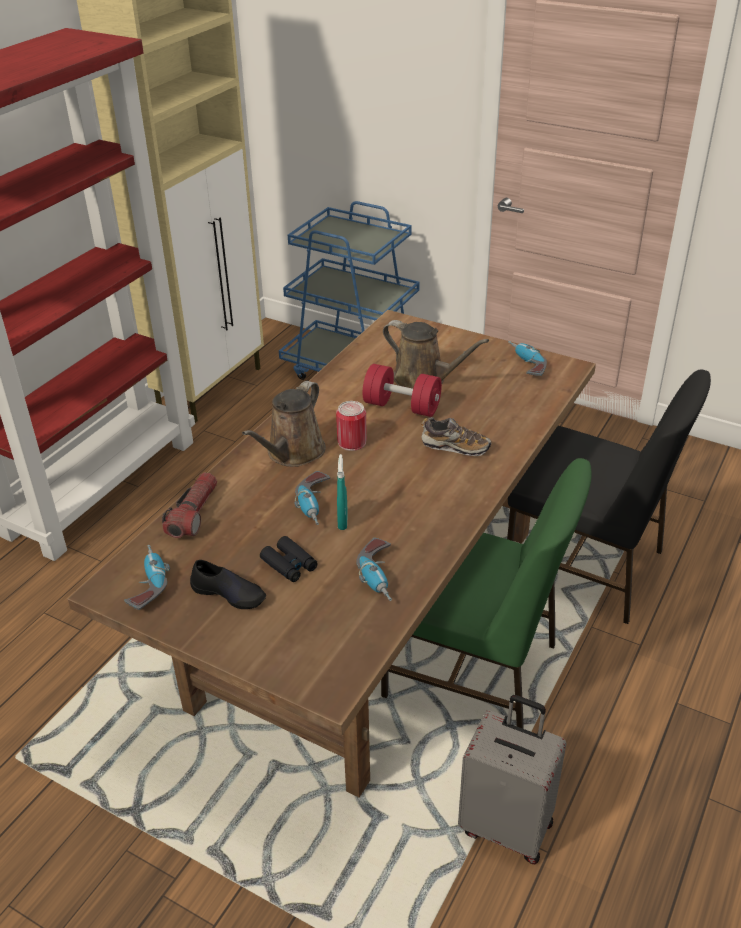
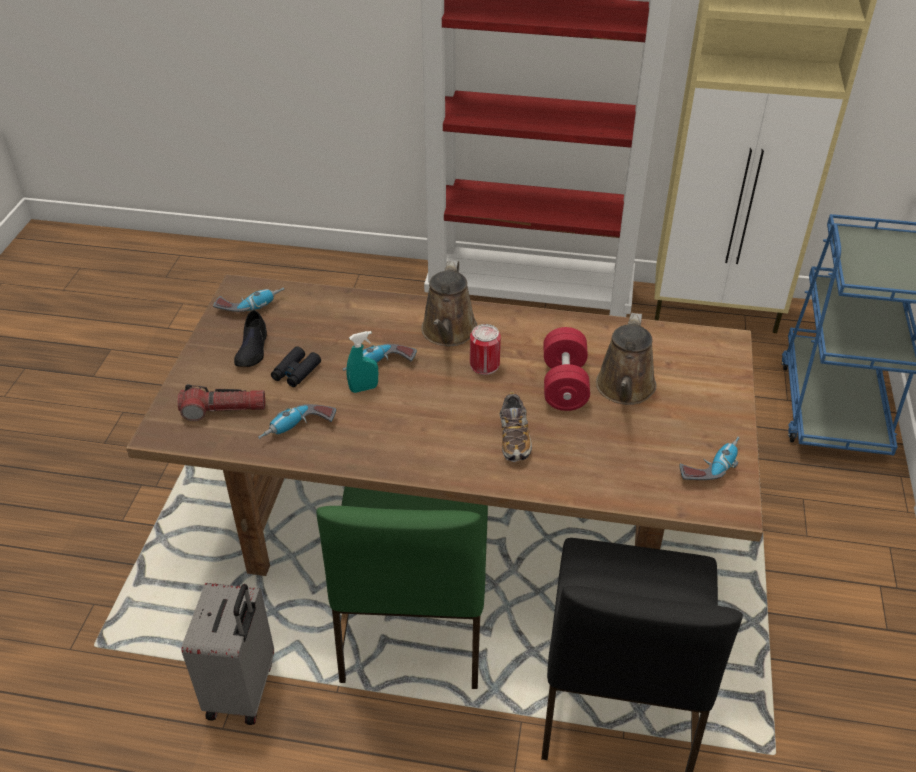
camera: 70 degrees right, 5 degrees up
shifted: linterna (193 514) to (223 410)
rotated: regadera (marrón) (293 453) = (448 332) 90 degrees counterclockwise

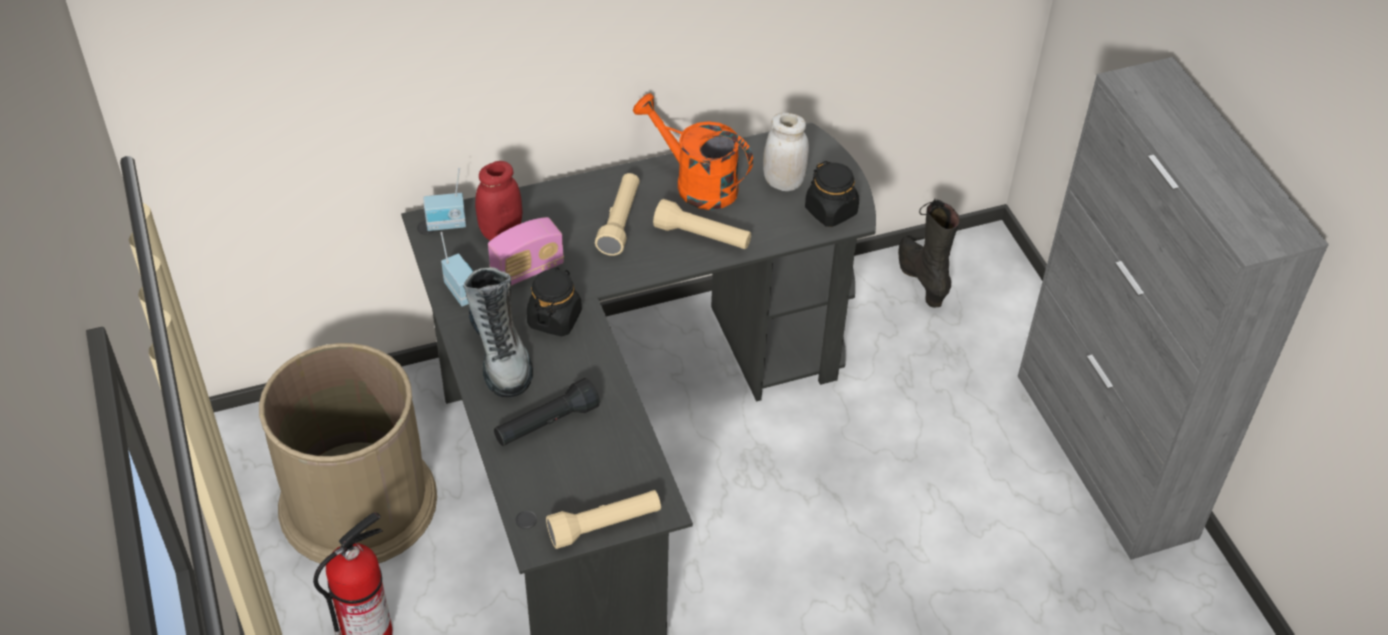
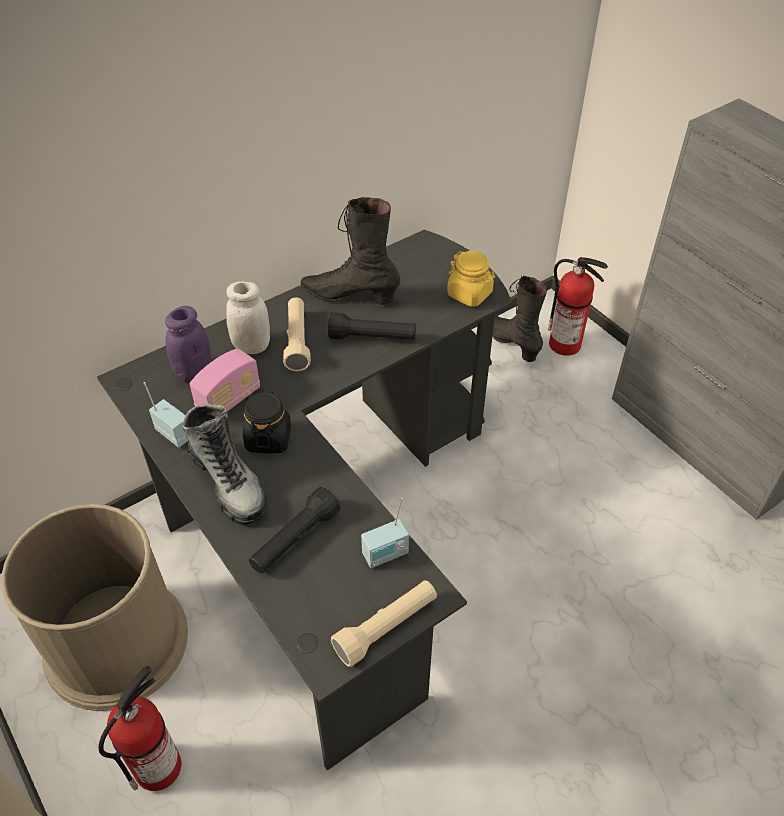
camera: 15 degrees left, 0 degrees up
new: extintor (566 344)
shifted: tarro (blanco) (783 182) to (252 346); radio (446 225) to (386 555)
swapped: regadera (naranja) (696 183) to bota (negro) (350 296)
repainted: tarro (rojo) (500 232) to tarro (morado) (194 372); tarro (negro) (831 211) to tarro (amarillo) (470 294); linterna (beis) (702 237) to linterna (negro) (372 338)

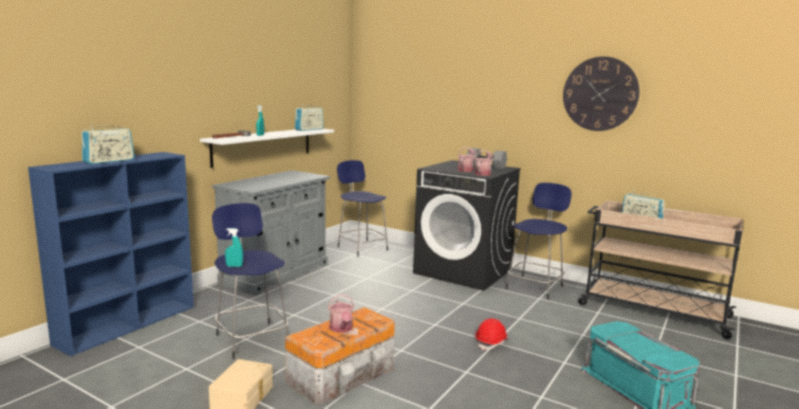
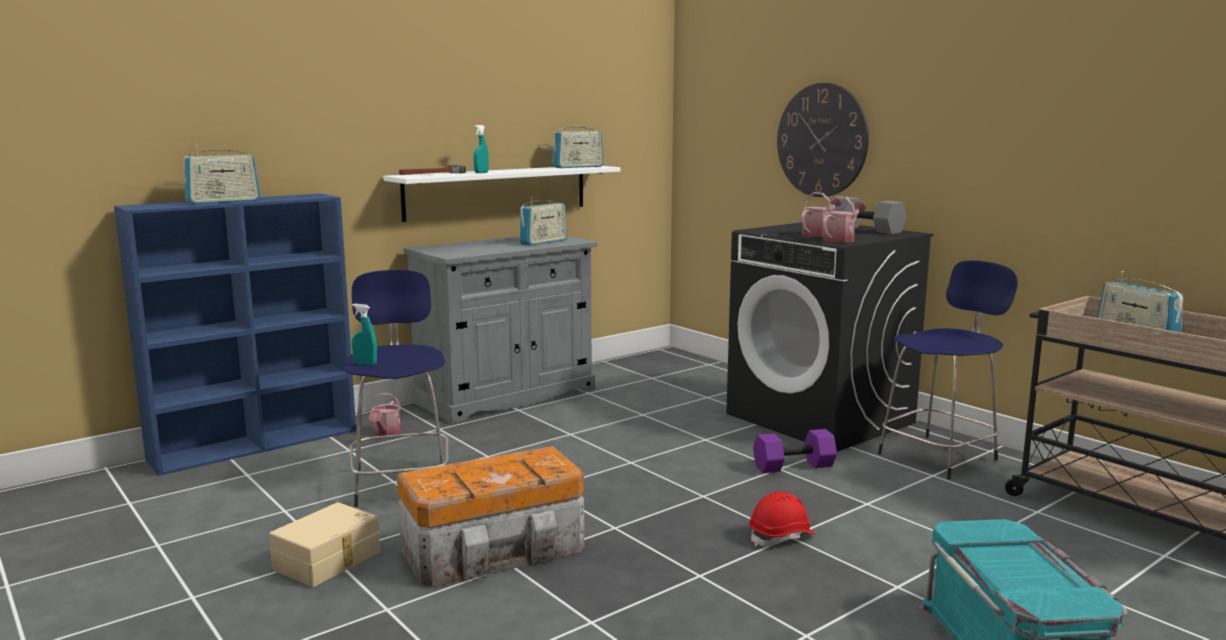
camera: 20 degrees right, 0 degrees up
gone: taburete (azul) (361 248)
new: radio (543 242); mancuerna (morado) (793 467)
shifted: reloj de pared (600 94) to (822 140); regadera (341 329) to (385 434)

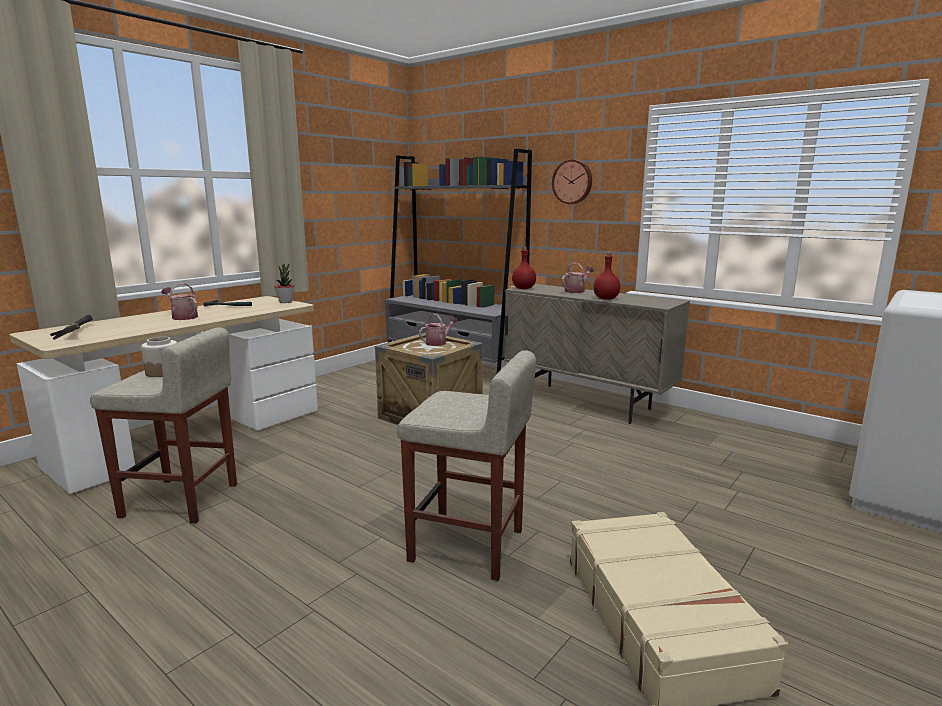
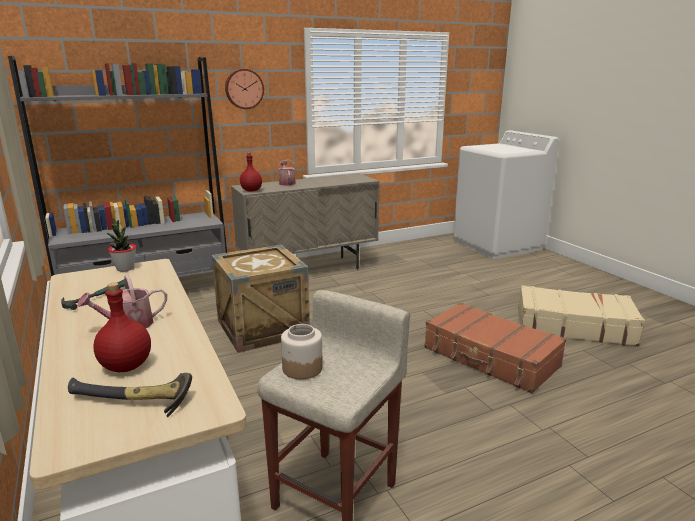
camera: 65 degrees left, 5 degrees up
gone: regadera (438 342)
shifted: botella (rojo) (606 299) to (126 366)
swapped: taburete (beis) (468 546) to maleta (marrón) (490 358)

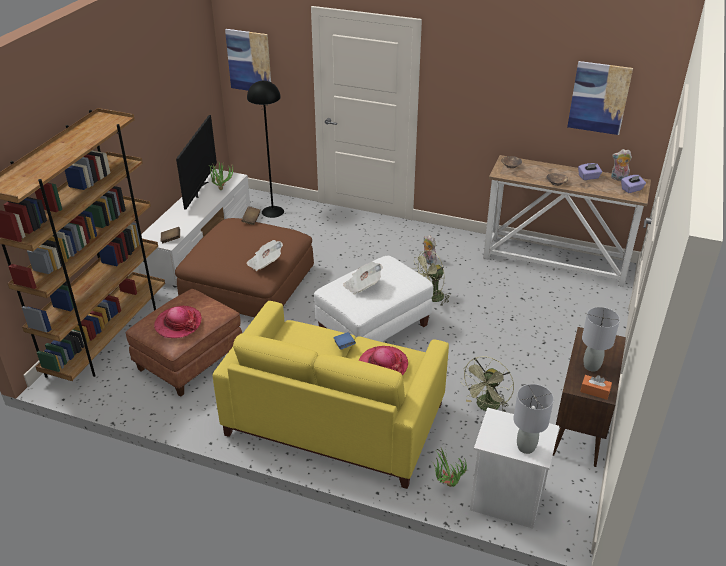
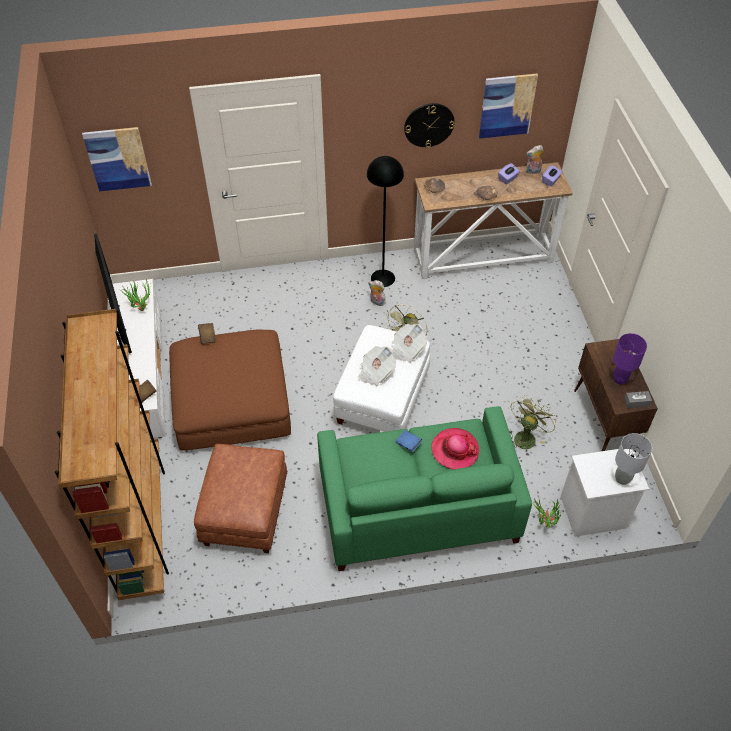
camera: 30 degrees left, 15 degrees up
gone: sombrero (178 324)
new: reloj de pared (429 125)
shifted: lámpara de pie (negro) (272 211) to (382 278); periódico (265 263) to (407 349)
repainted: sofá (amarillo) (335 418) to sofá (verde) (417 507); lámpara de mesa (gris) (591 366) to lámpara de mesa (morado) (619 379); caja de pañuelos (naranja) (595 391) to caja de pañuelos (gris) (636 402)
rotated: ventilador (verde) (486 407) = (526 436) 150 degrees counterclockwise

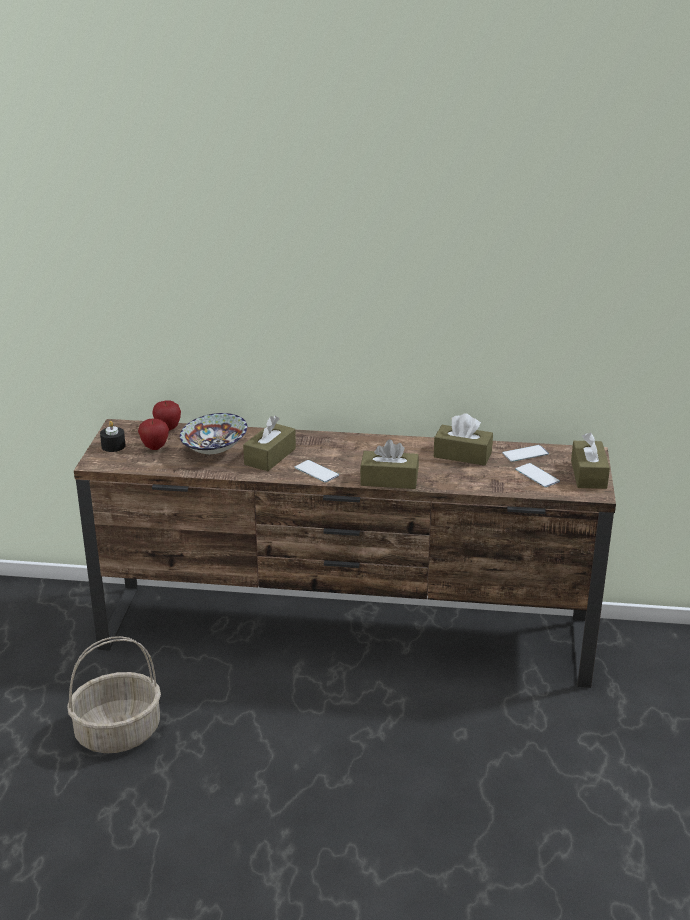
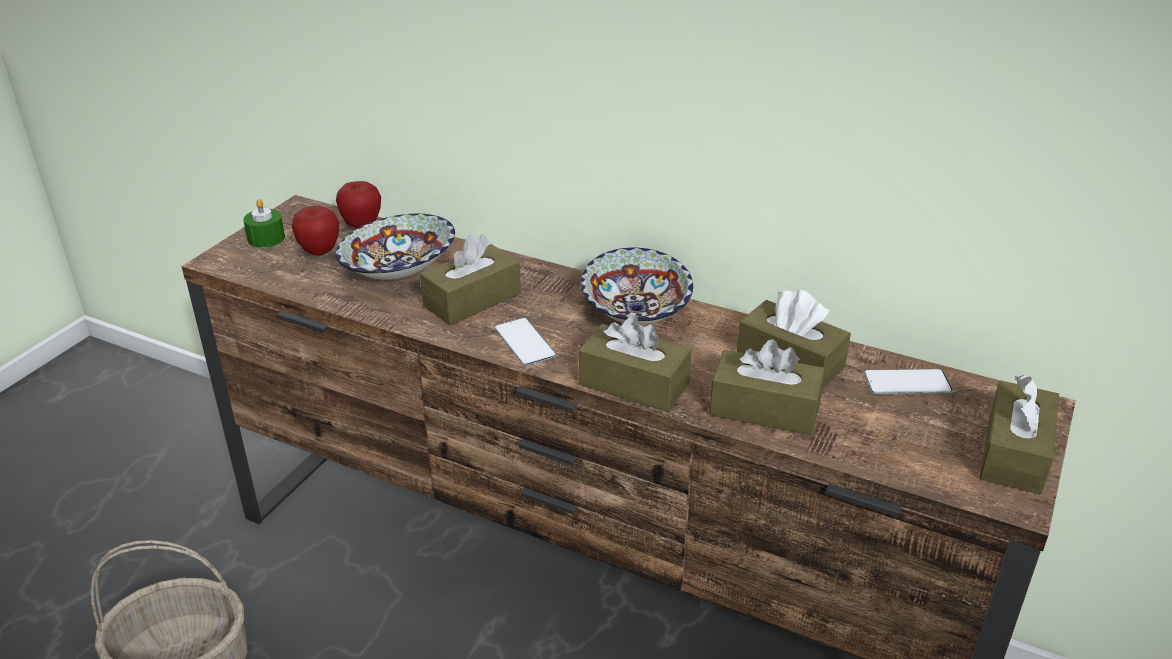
camera: 20 degrees right, 5 degrees up
gone: móvil (537 475)
new: cuenco (637 313); caja de pañuelos (marrón) (764 409)
repainted: vela (negro) (113 446) to vela (verde) (266 238)

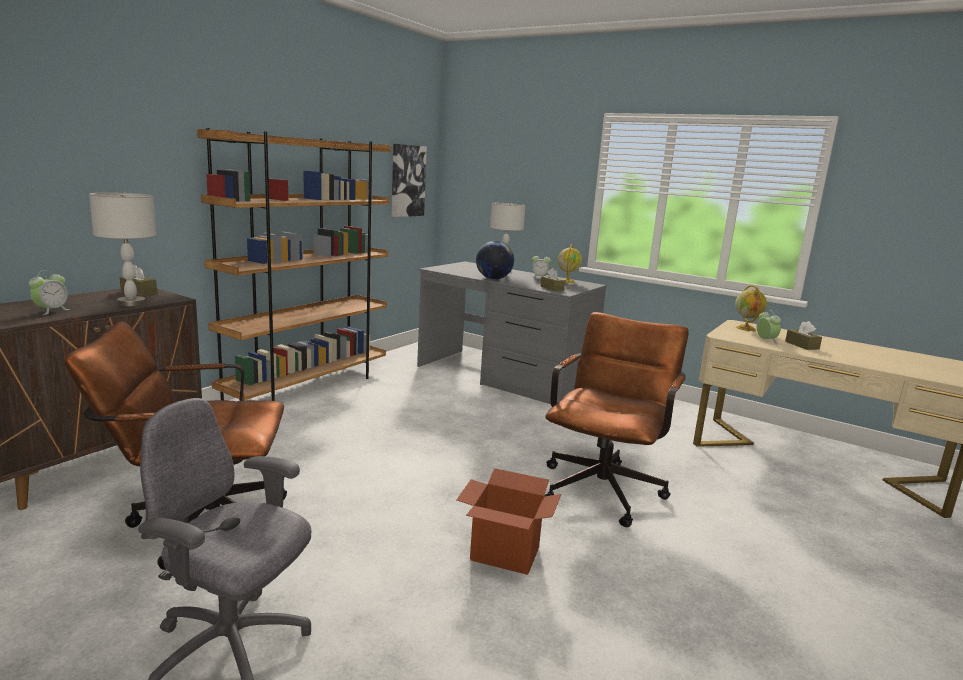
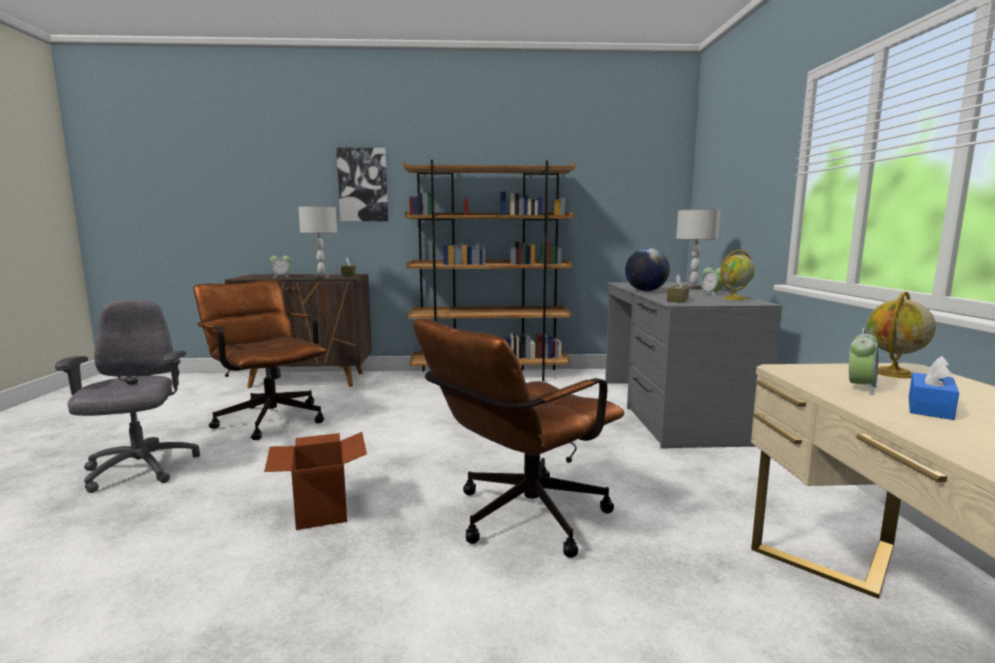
camera: 55 degrees right, 5 degrees down
shifted: cuadro (407 181) to (363 185)
repainted: caja de pañuelos (marrón) (802 345) to caja de pañuelos (azul) (930 408)
rotated: silla de oficina (marrón) (604 486) = (519 519) 150 degrees clockwise

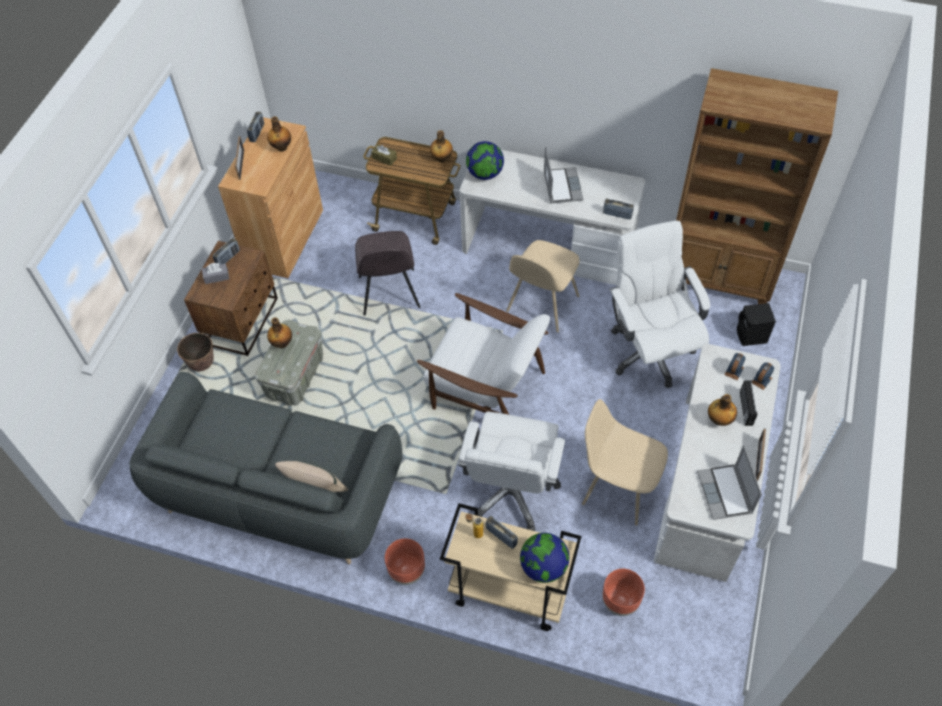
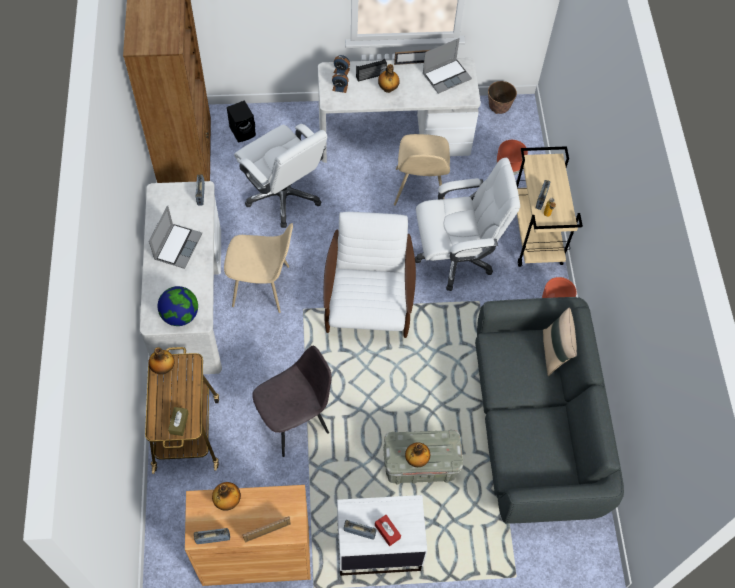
camera: 115 degrees left, 5 degrees up
gone: globo terráqueo (543 566)
shifted: maceta (202 364) to (498 109)
repainted: mesita de noche (marrón) (242 321) to mesita de noche (blanco) (378 547); caja de pañuelos (gris) (216 277) to caja de pañuelos (rojo) (387 532)
rotated: portátil (561 186) = (177 246) 135 degrees clockwise; silla de oficina (blanco) (649 351) = (284 196) 90 degrees counterclockwise

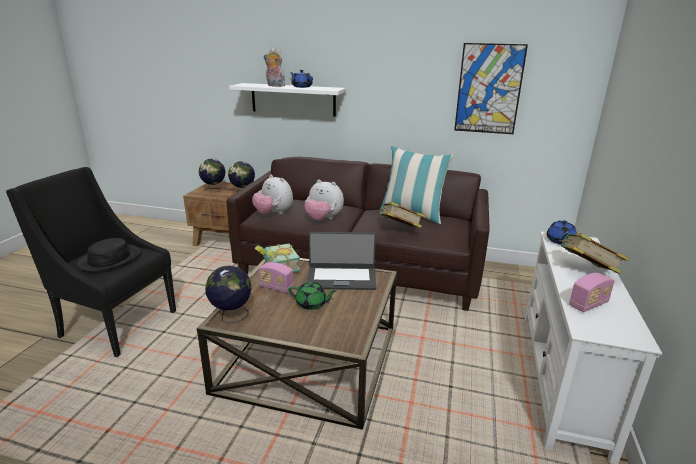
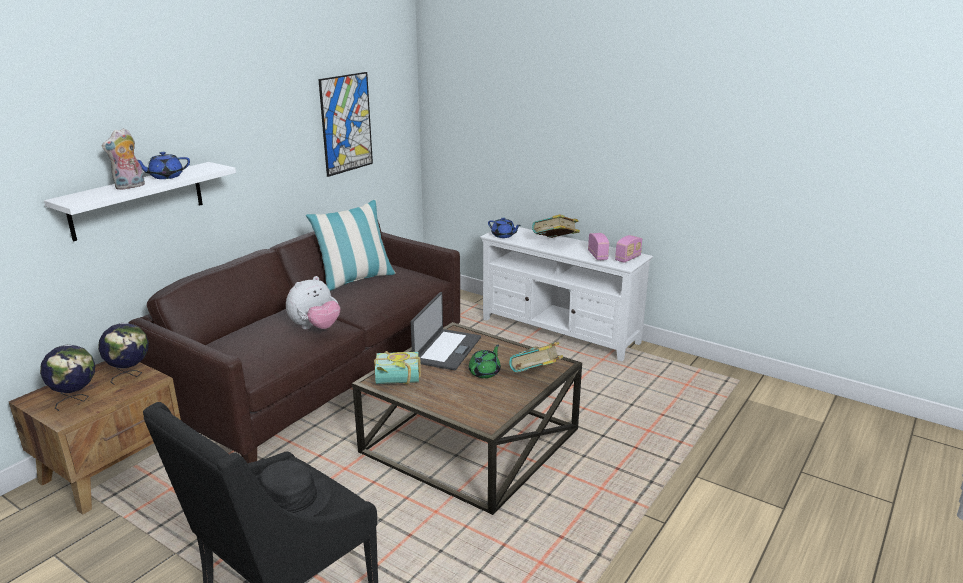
camera: 70 degrees left, 0 degrees up
gone: peluche (273 213); globo terráqueo (231 317)
shifted: libro (399 230) to (535 377); radio (276 287) to (628 258)

